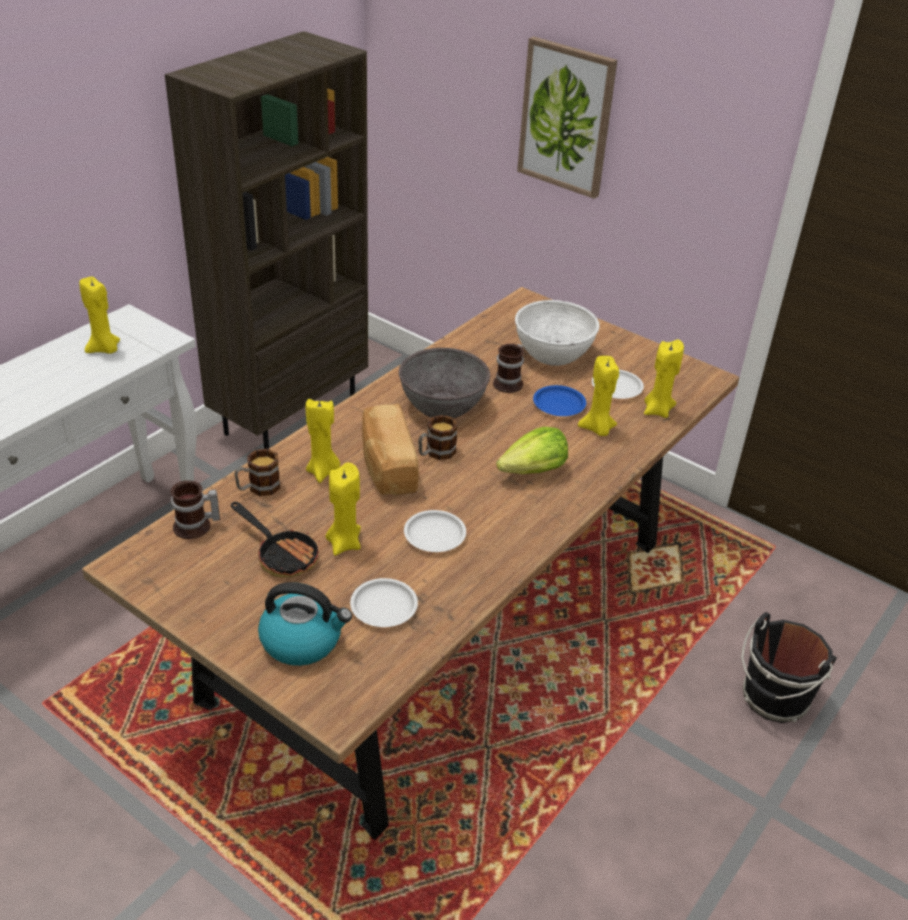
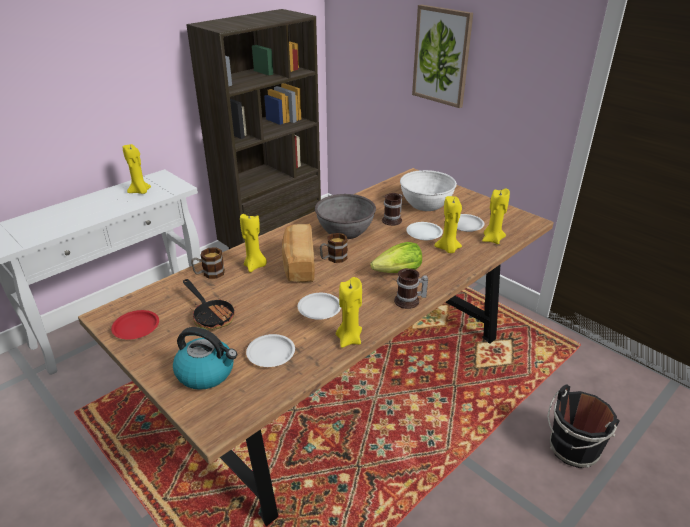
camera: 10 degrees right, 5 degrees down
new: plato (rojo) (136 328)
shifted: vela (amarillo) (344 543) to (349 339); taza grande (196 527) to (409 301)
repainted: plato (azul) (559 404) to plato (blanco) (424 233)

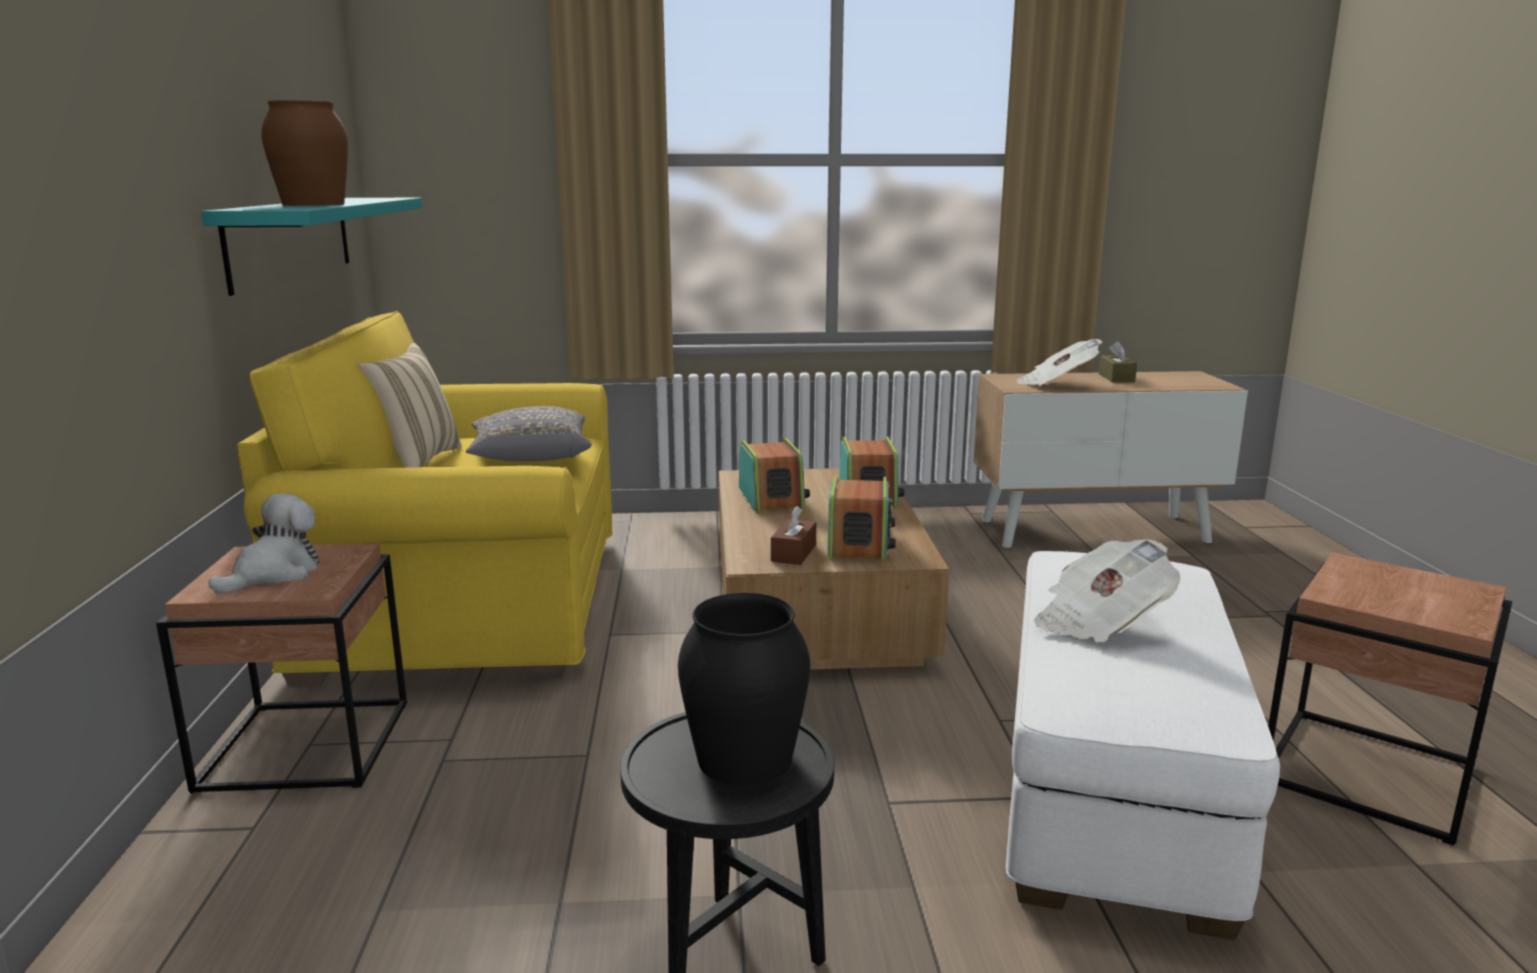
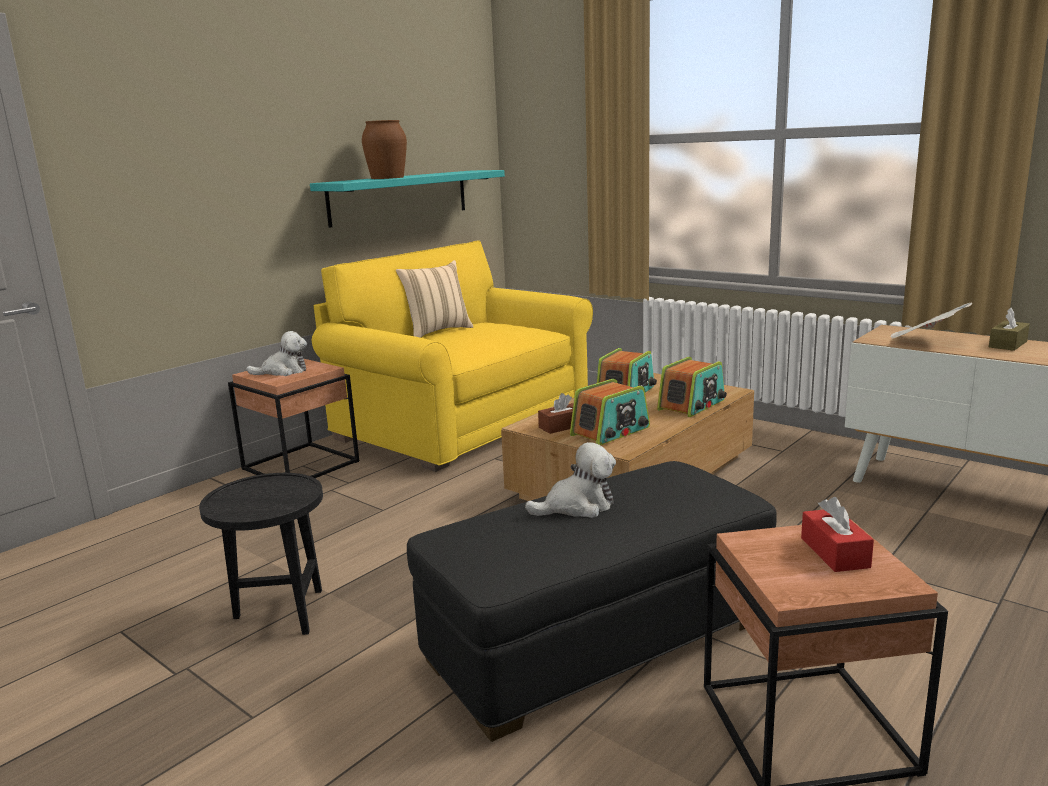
camera: 45 degrees right, 0 degrees up
gone: cojín (gris) (530 457); florero (negro) (744 759)
new: caja de pañuelos (rojo) (834 553)
swapped: periódico (1100 622) to peluche (577 506)
repainted: puf (blanco) (1113 786) to puf (negro) (599 641)

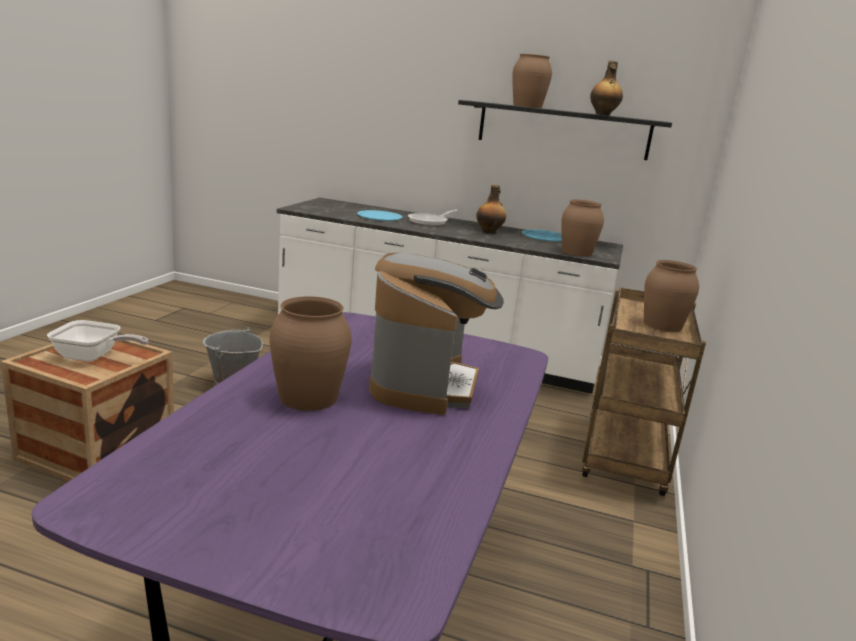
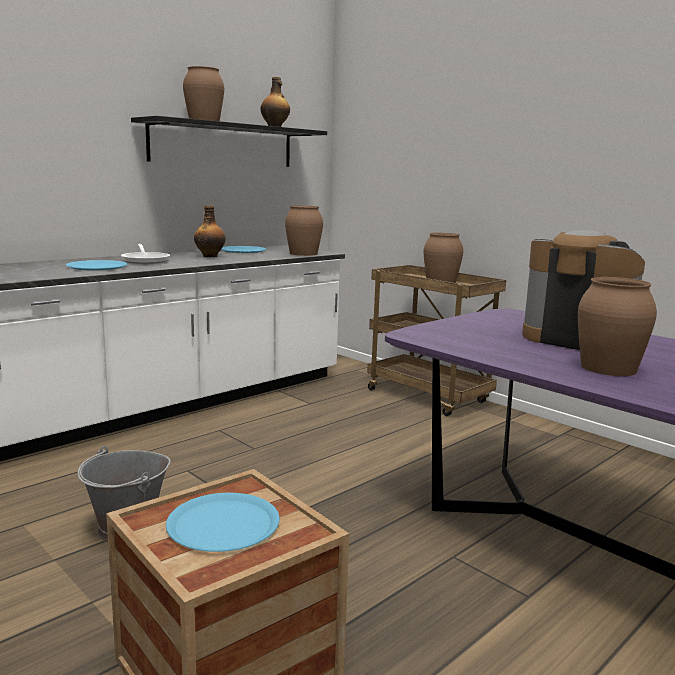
camera: 60 degrees left, 5 degrees down
swapped: sartén (93 357) to plato (azul) (223 524)

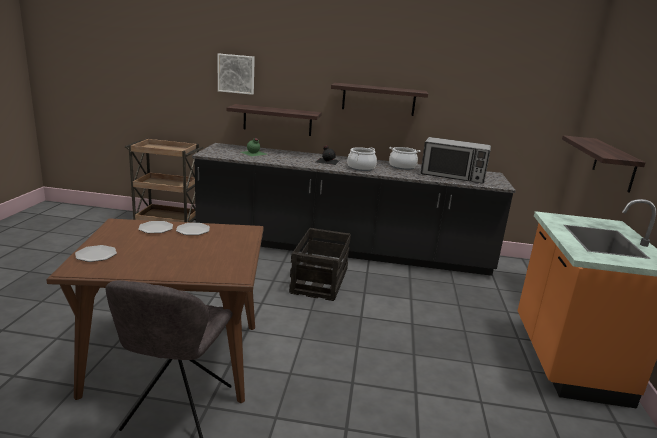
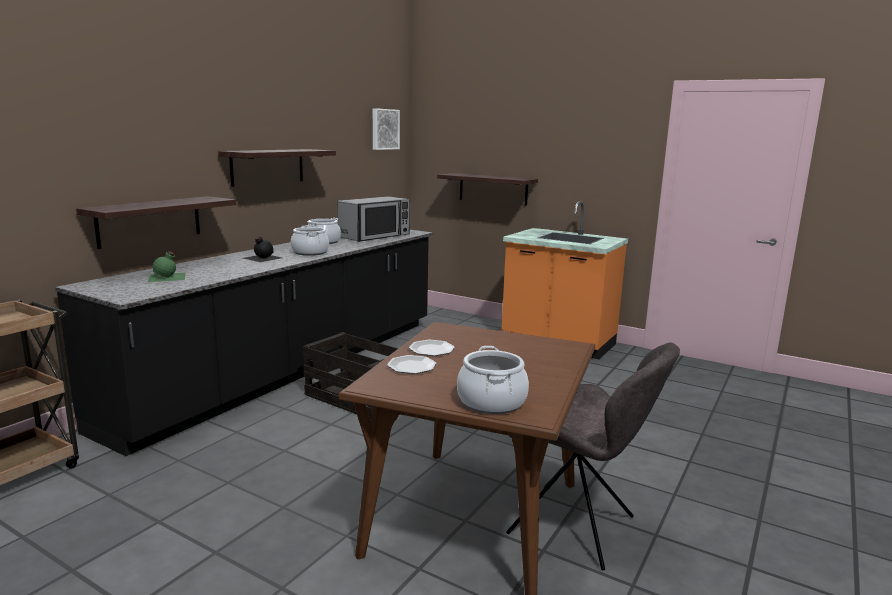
camera: 65 degrees left, 5 degrees down
shifted: cuadro (236 74) to (384 129)
swapped: plato (96 255) to olla (491 402)

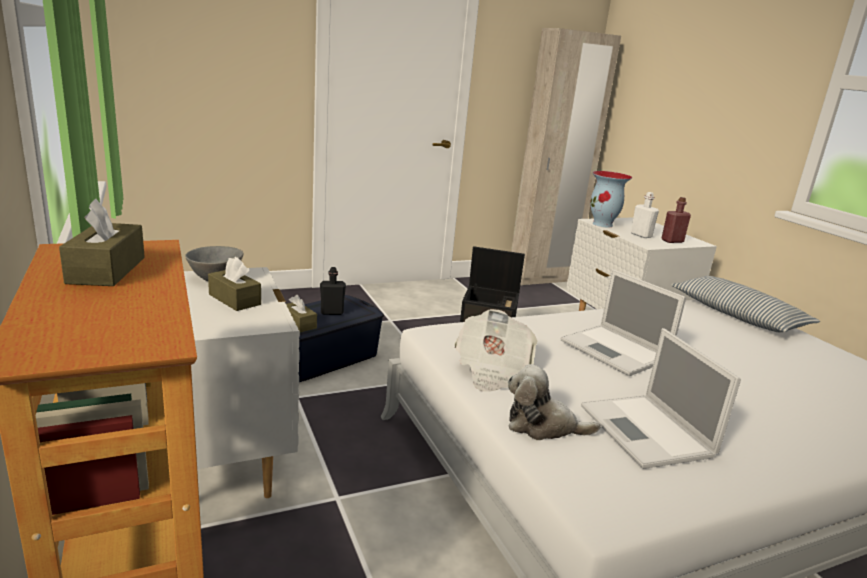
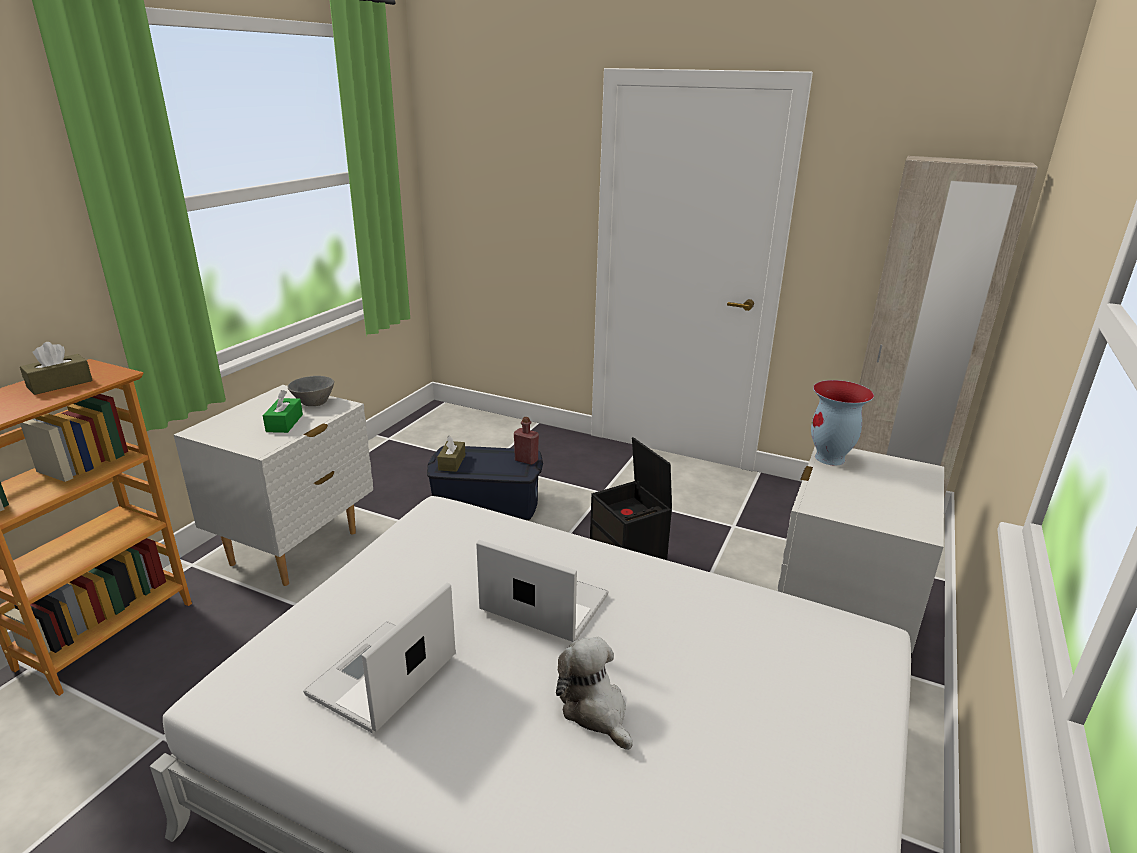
camera: 50 degrees right, 5 degrees up
gone: botella (blanco) (641 235); botella (negro) (332 312); cojín (737 315); periódico (492 371)
shifted: botella (rojo) (672 241) to (526 460); peluche (543 426) to (595 710)
repainted: caja de pañuelos (marrón) (234 299) to caja de pañuelos (verde) (284 423)
rotated: portátil (616 351) = (542 603) 105 degrees clockwise

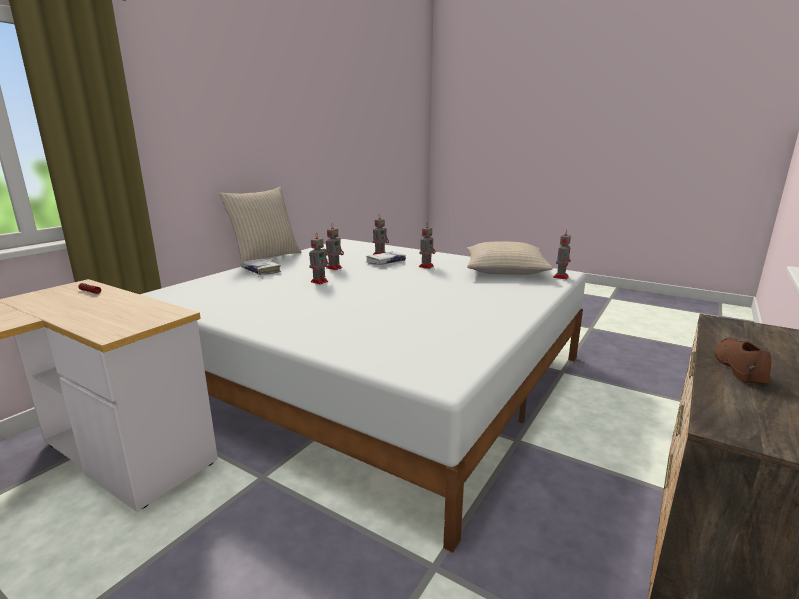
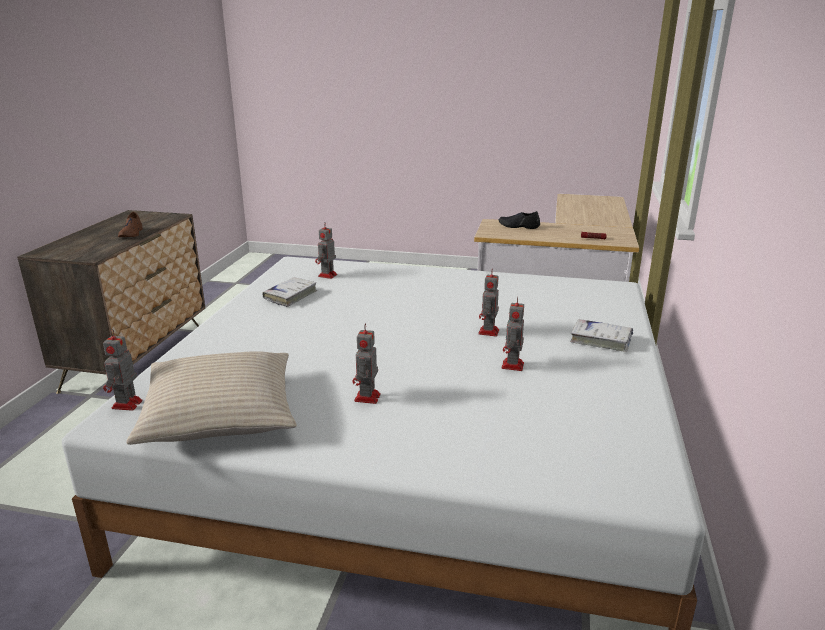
camera: 160 degrees right, 5 degrees up
gone: cojín (beis) (265 257)
new: zapato (negro) (518 226)
shifted: robot de juguete (380 254) to (327 276); libro (blanco) (385 262) to (290 296)

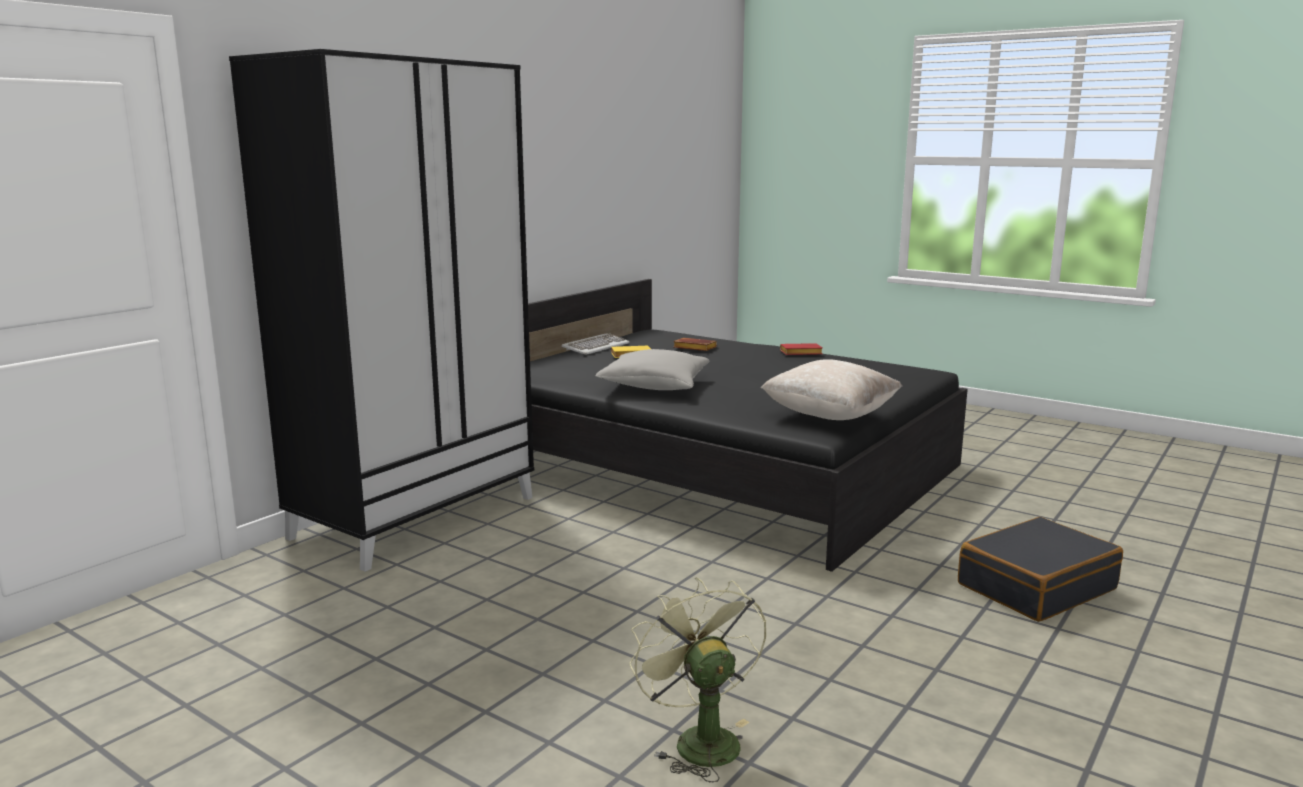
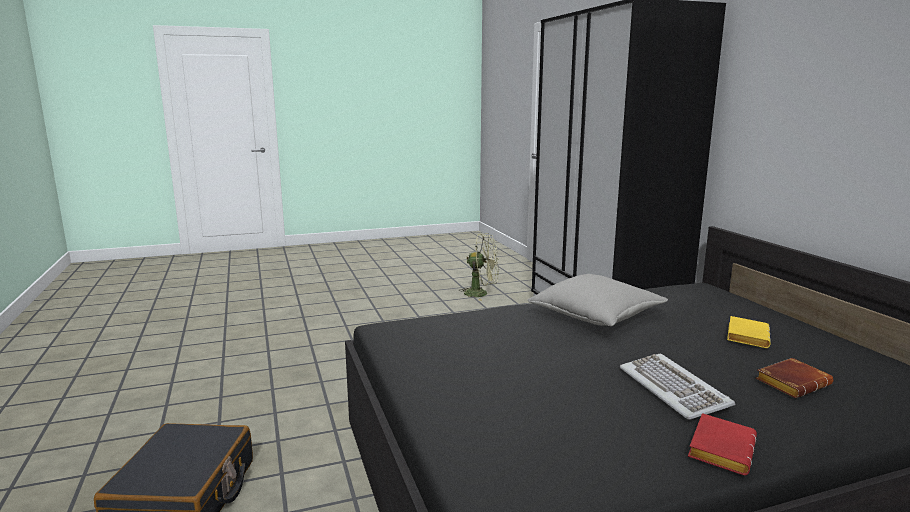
camera: 125 degrees right, 0 degrees up
gone: cojín (beis) (830 417)
shifted: teclado (595 347) to (674 389); ventilador (verde) (699 739) to (481 294)

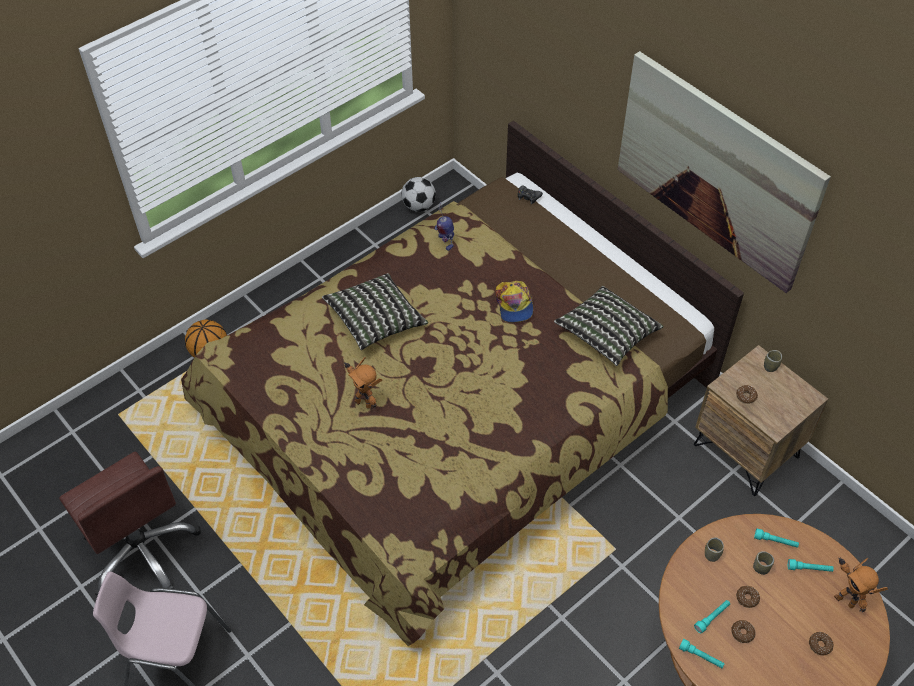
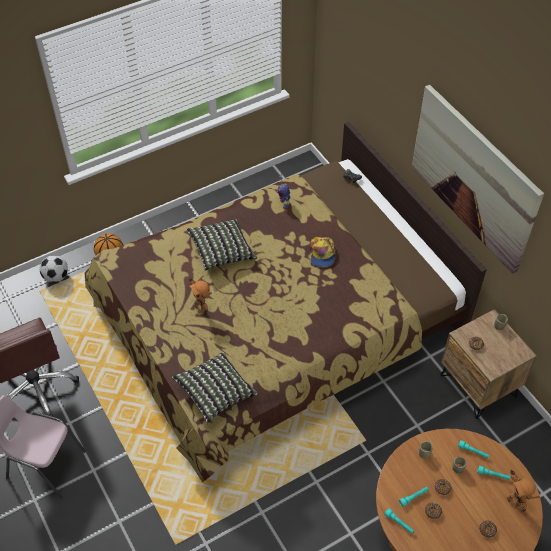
camera: 10 degrees right, 0 degrees up
shifted: balón de fútbol (419 206) to (56 277); cojín (607 335) to (215 392)

